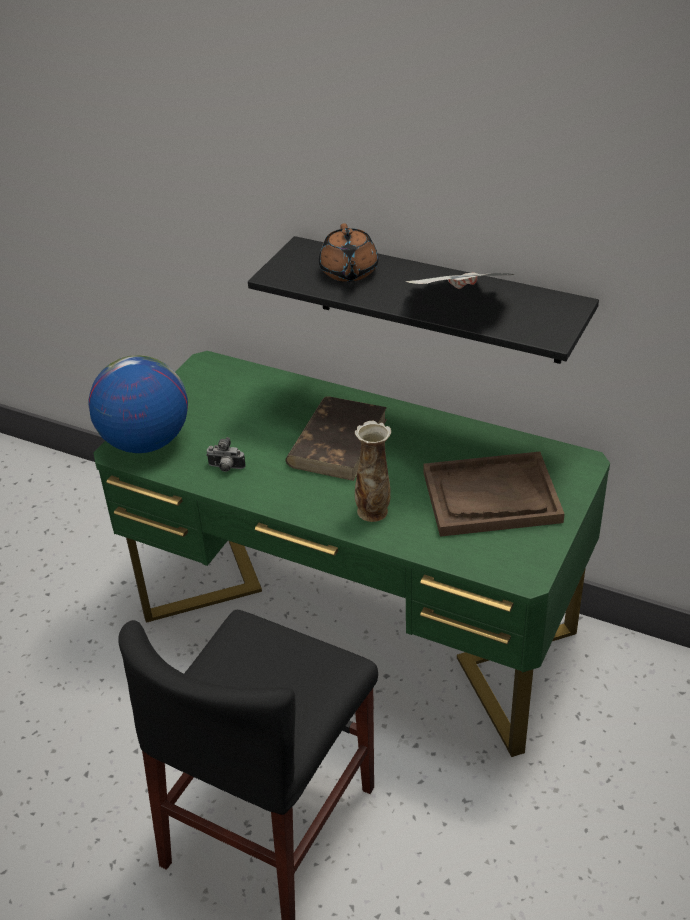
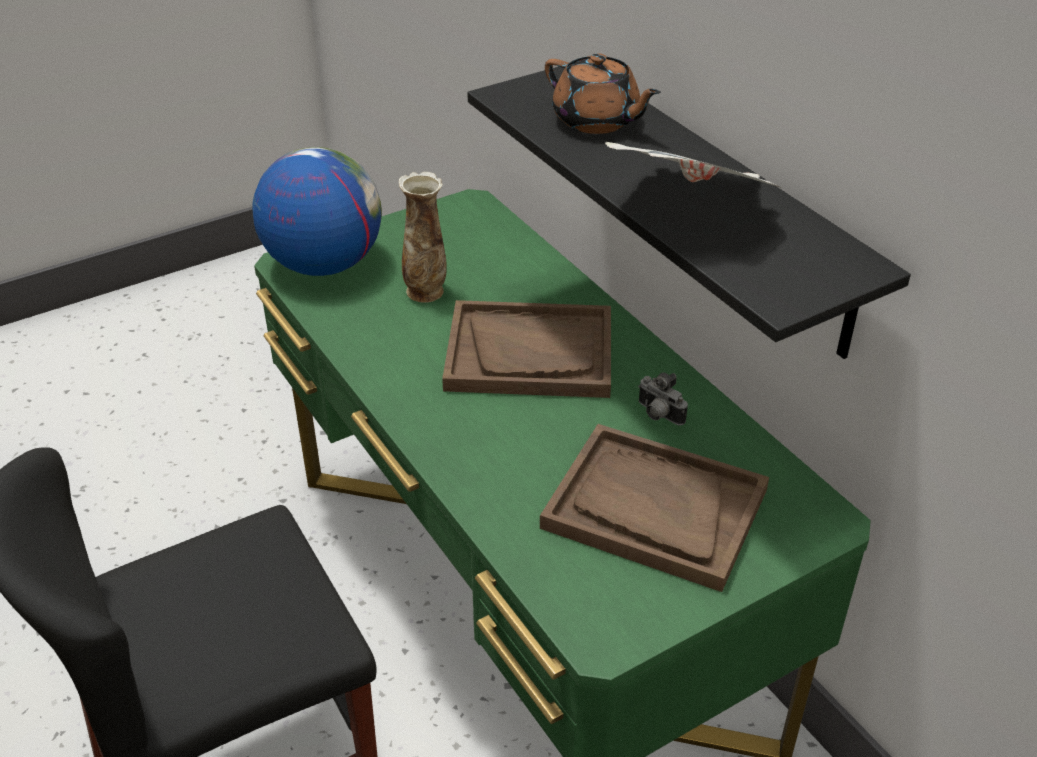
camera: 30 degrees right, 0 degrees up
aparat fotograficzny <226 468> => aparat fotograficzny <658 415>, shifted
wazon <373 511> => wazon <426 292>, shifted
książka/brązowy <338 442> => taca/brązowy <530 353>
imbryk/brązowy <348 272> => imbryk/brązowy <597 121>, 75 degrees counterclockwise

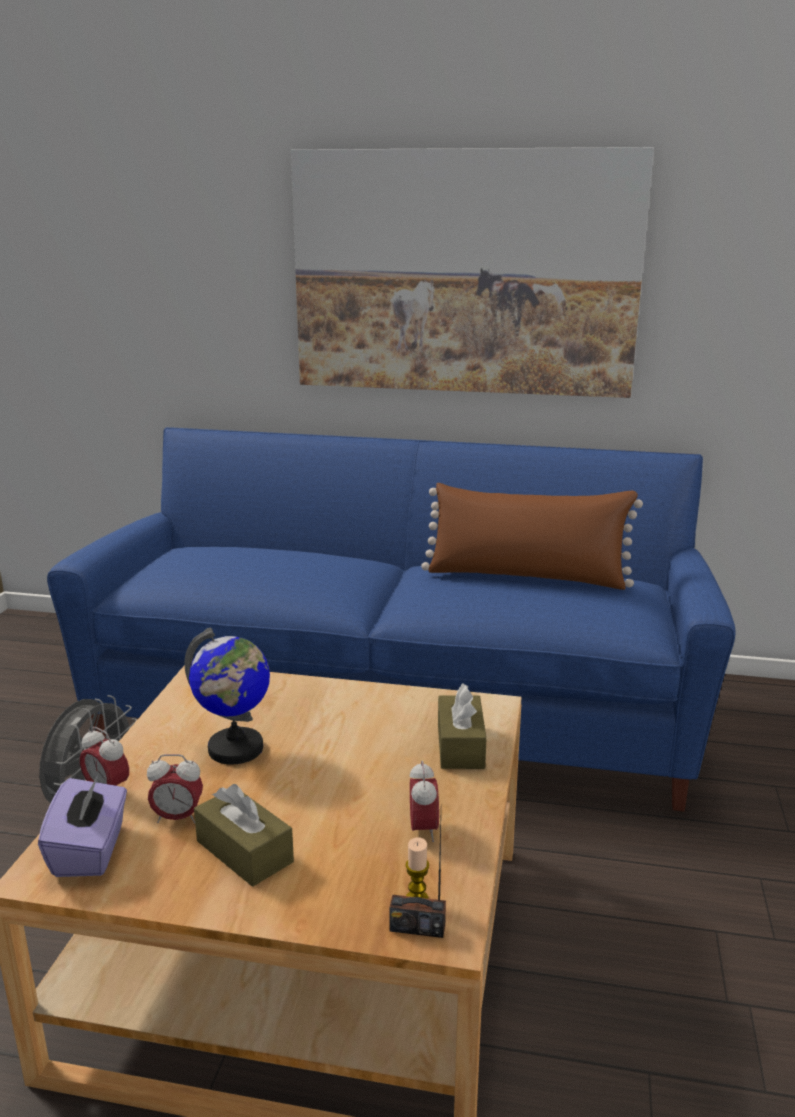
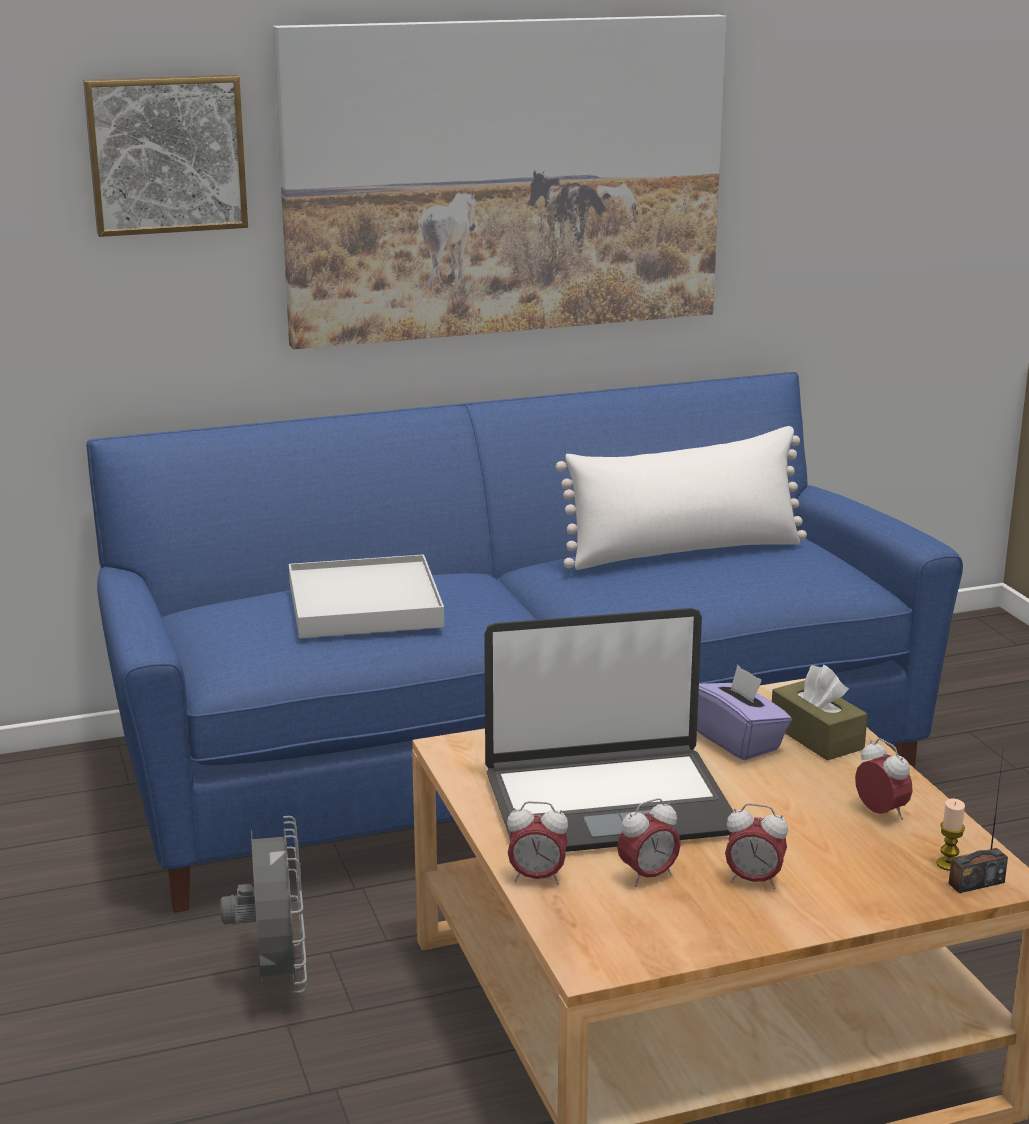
camera: 30 degrees left, 0 degrees up
nothing => obraz <166 154>
nothing => taca/biały <364 604>
pudełko chusteczek/fioletowy <90 851> => pudełko chusteczek/fioletowy <738 741>, shifted
globus <236 749> => laptop <608 803>
pudełko chusteczek/brązowy <244 851> => budzik <753 881>
poduszka/brązowy <526 576> => poduszka/biały <684 551>

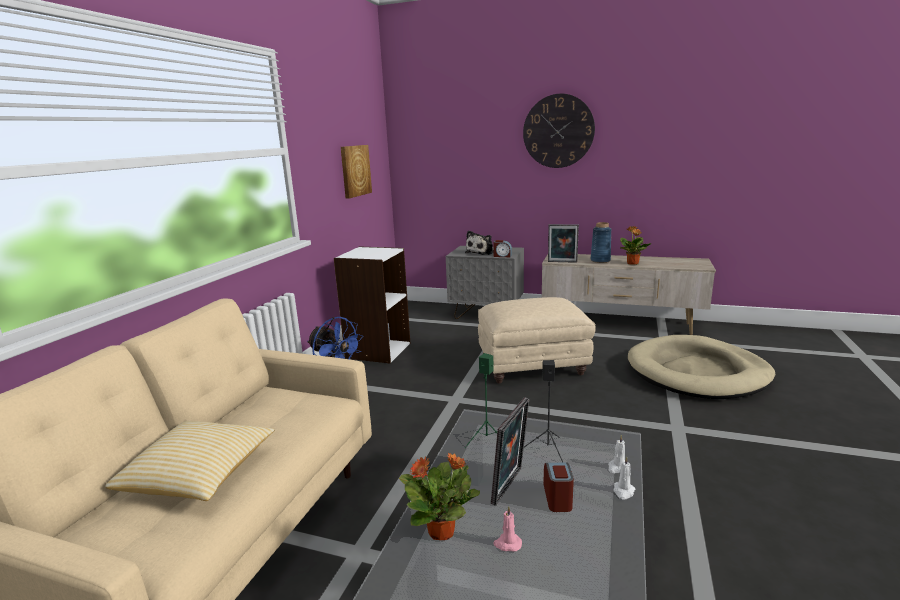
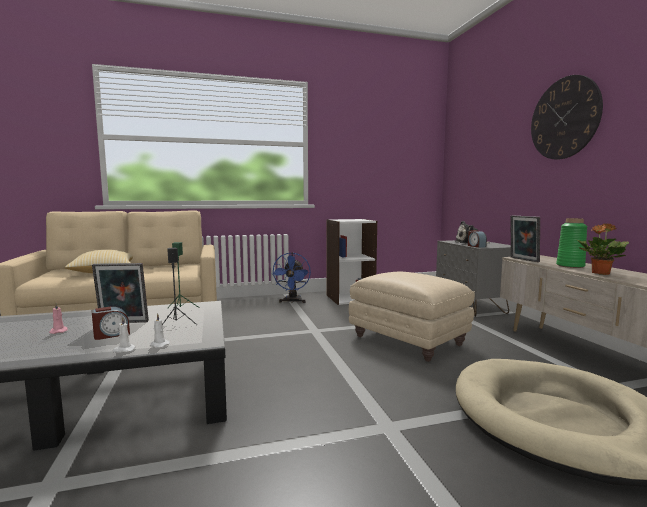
camera: 55 degrees right, 10 degrees down
obraz <355 171> => nothing
roślina doniczkowa <442 531> => nothing
wazon/niebieski <600 260> => wazon/zielony <570 266>

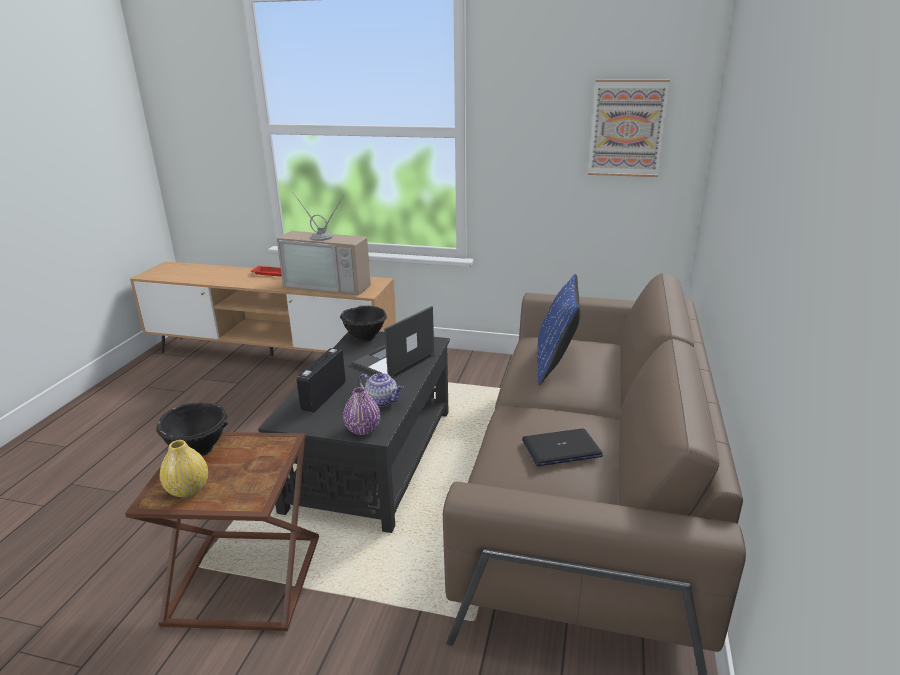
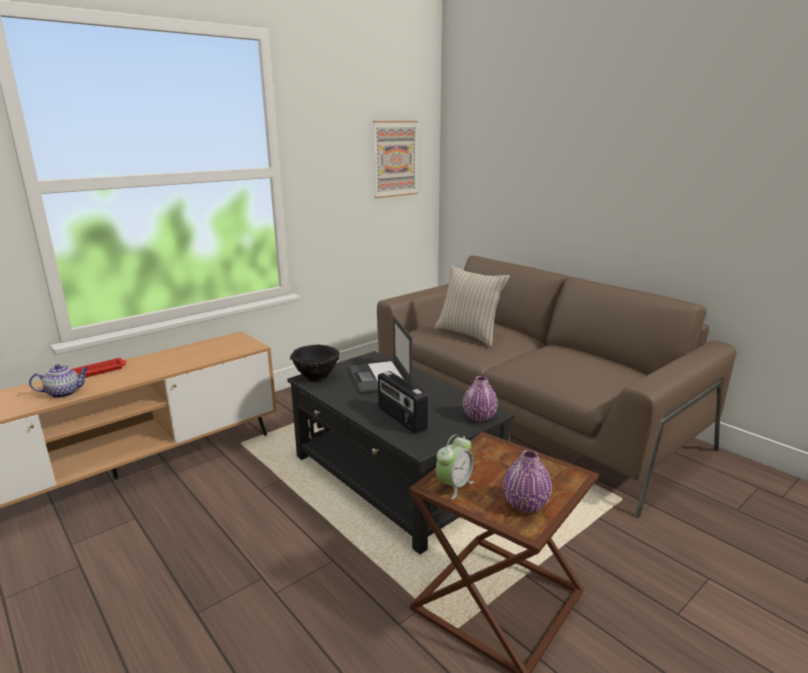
camera: 55 degrees left, 5 degrees down
telewizor <330 284> => nothing
laptop <561 448> => nothing
imbryk <382 401> => imbryk <64 393>, shifted
miska/czarny <199 448> => budzik <454 486>
wazon/żółty <188 489> => wazon/fioletowy <525 504>
poduszka/niebieski <555 363> => poduszka/beżowy <469 334>

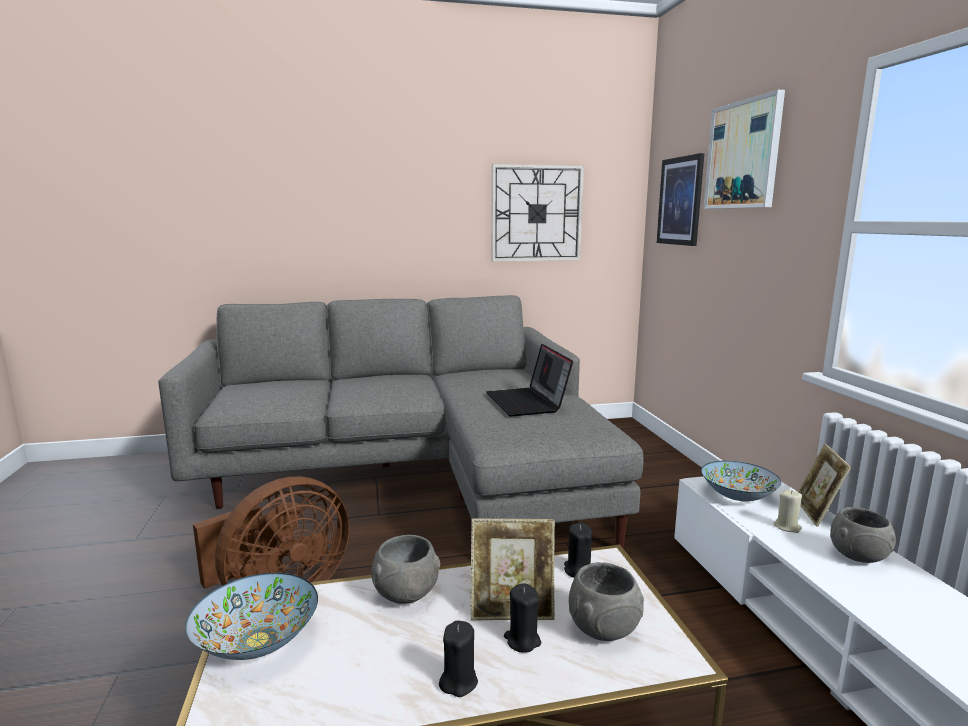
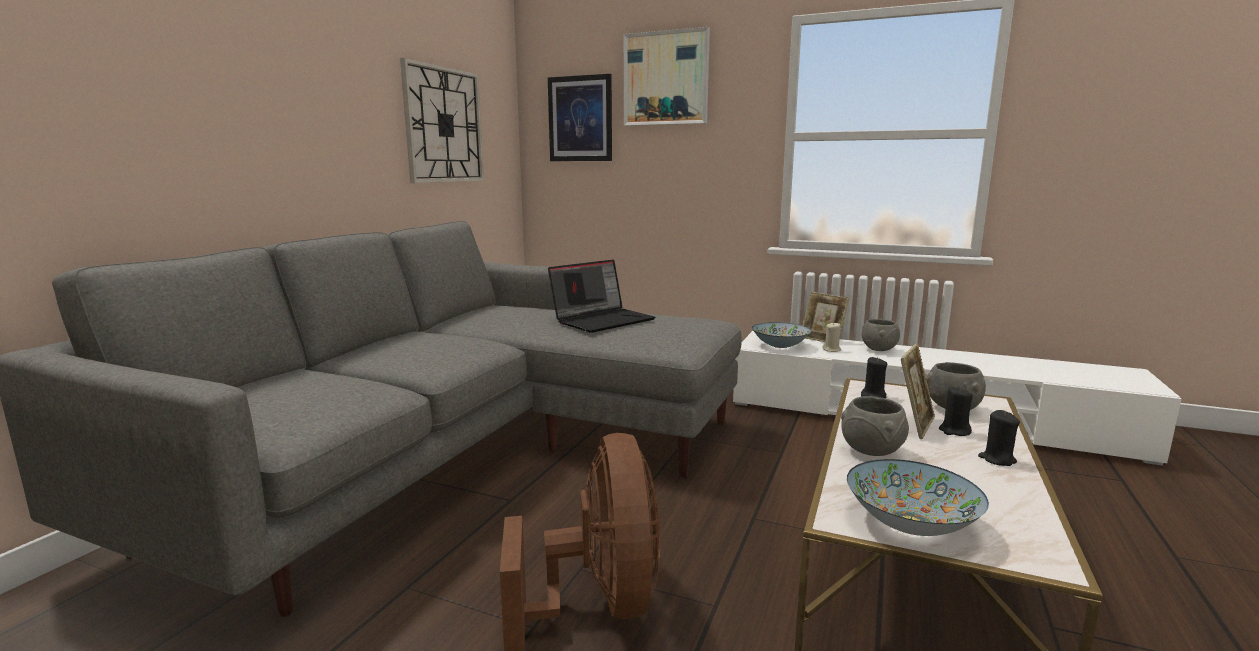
camera: 55 degrees left, 0 degrees up
laptop <528 403> => laptop <603 320>, 60 degrees counterclockwise

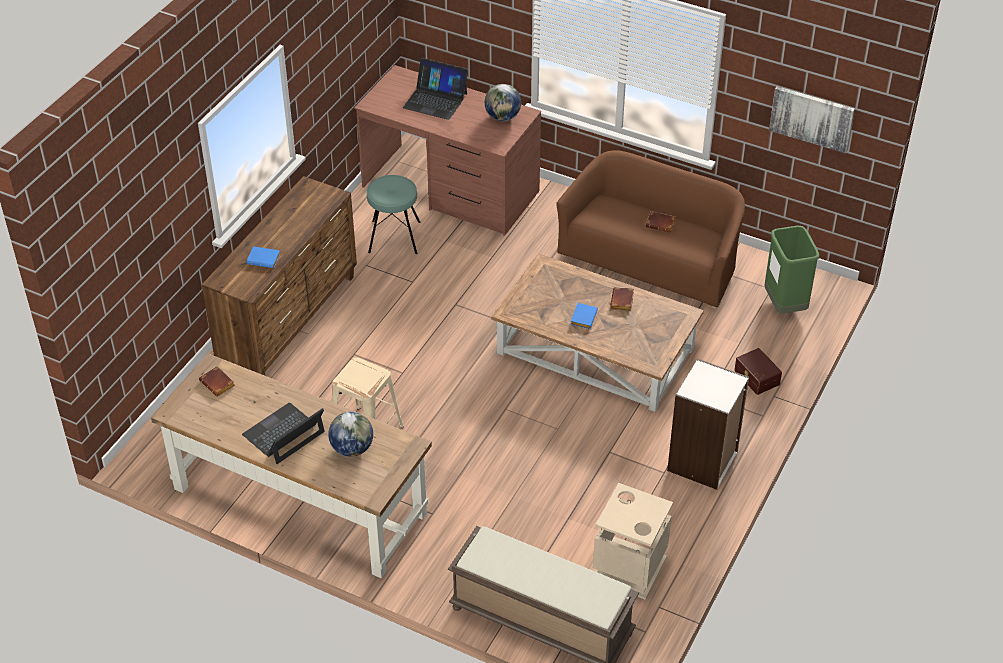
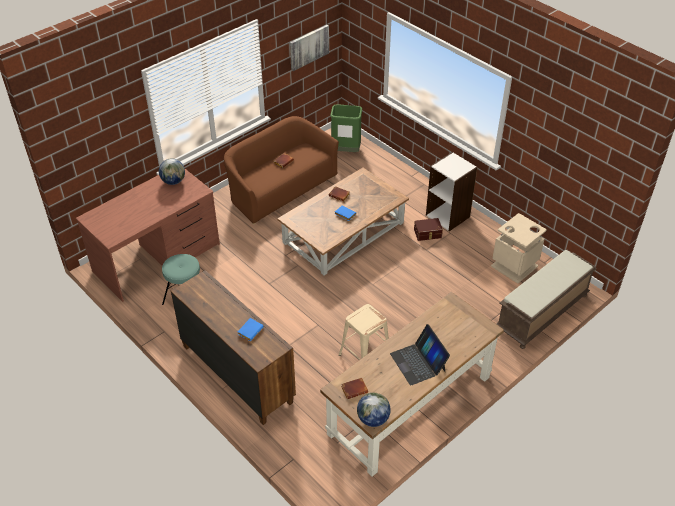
camera: 70 degrees left, 0 degrees up
laptop <435 100> => nothing
globus <352 448> => globus <373 419>, shifted
pojemnik do przechowywania/brązowy <756 378> => pojemnik do przechowywania/brązowy <428 233>, shifted

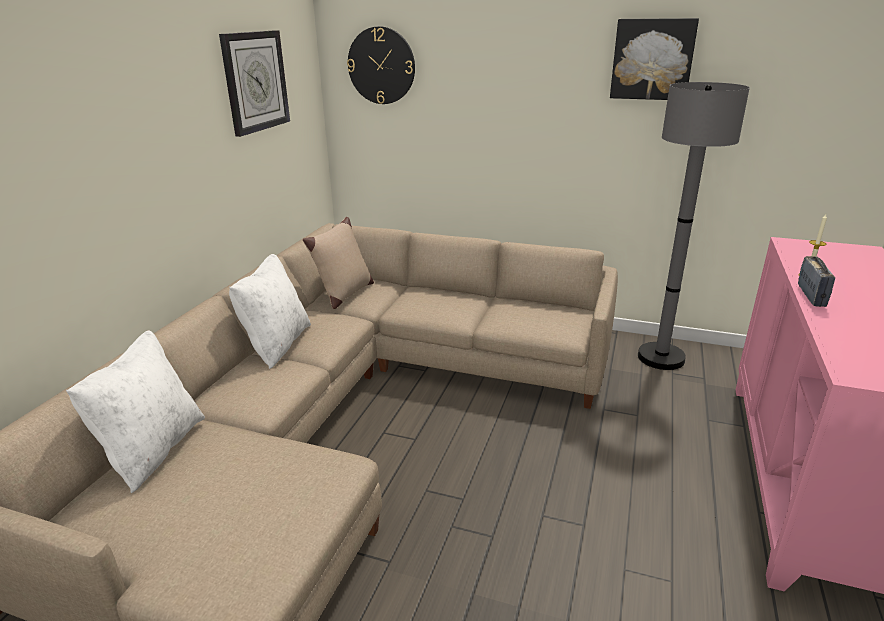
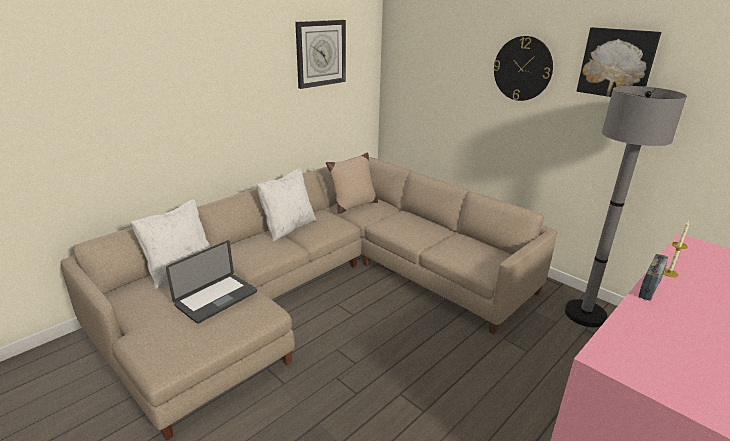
camera: 25 degrees right, 0 degrees up
nothing => laptop <216 299>
zegar ścienny <381 66> => zegar ścienny <522 68>, shifted

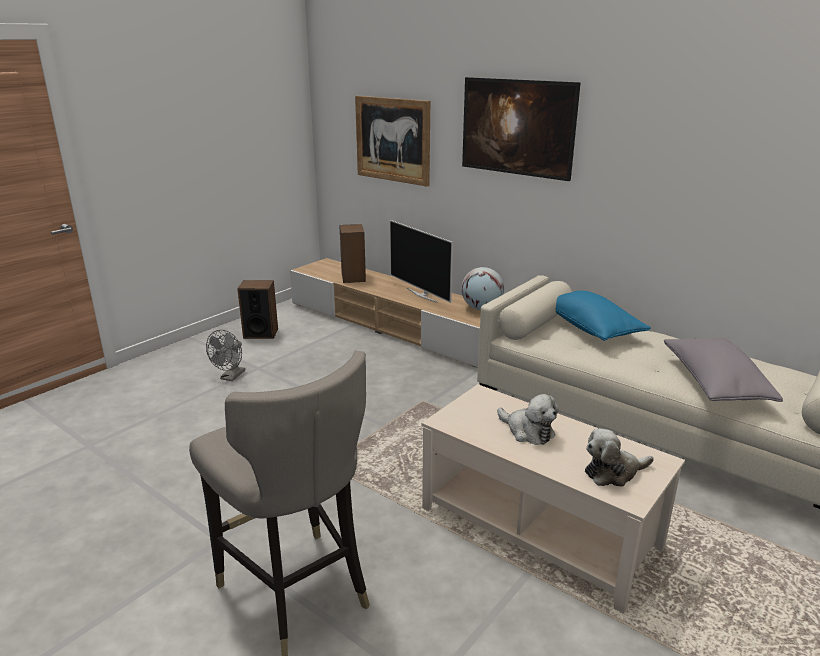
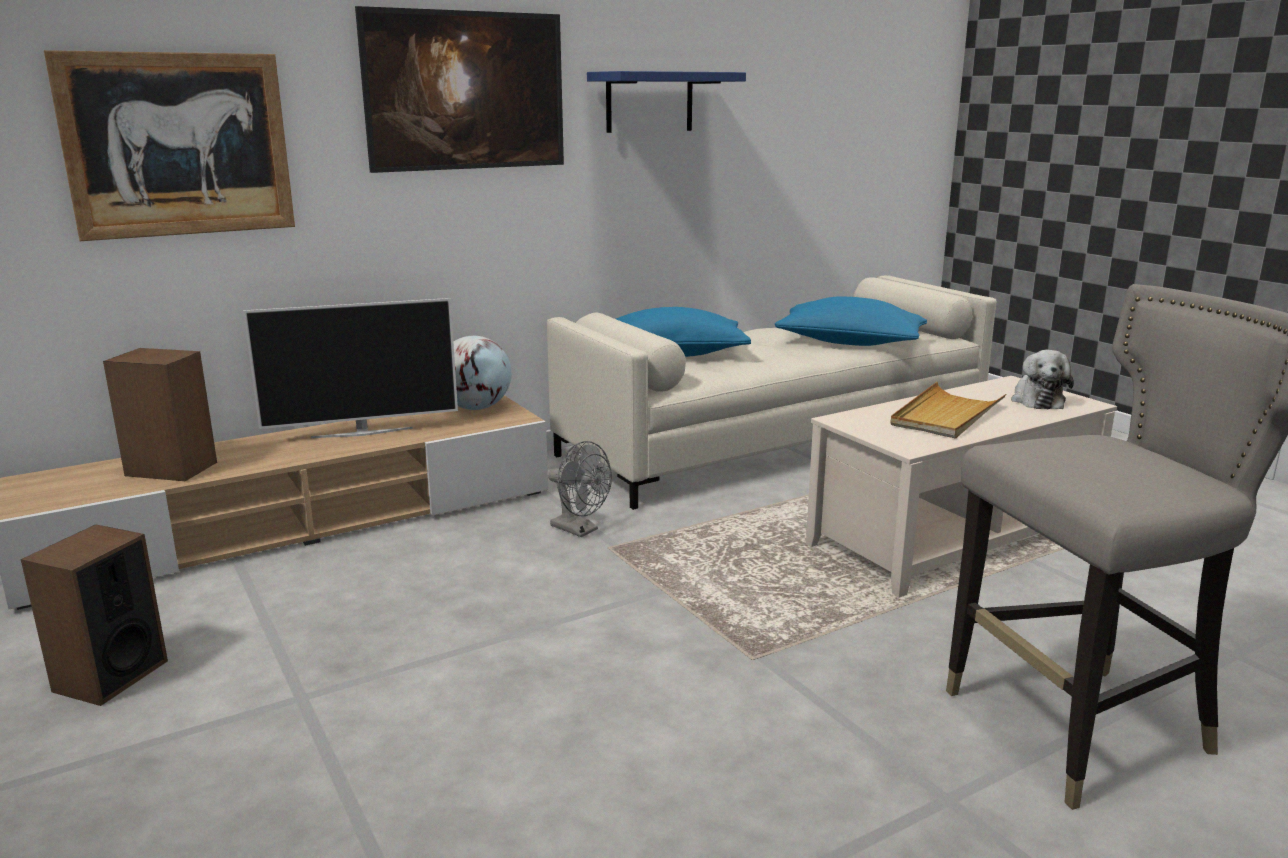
camera: 70 degrees left, 5 degrees down
nothing => półka/niebieski <649 102>
wentylator/szary <231 377> => wentylator/szary <580 530>, shifted
pluszak <527 431> => taca/beżowy <946 415>
poduszka/szary <714 384> => poduszka/niebieski <849 343>

